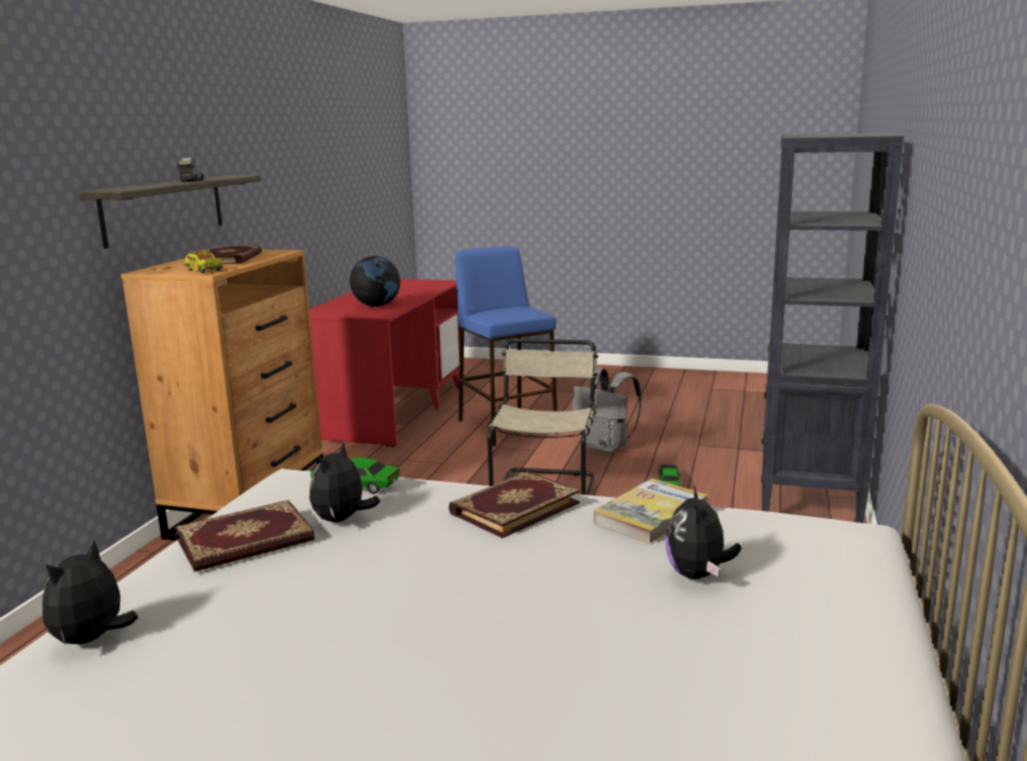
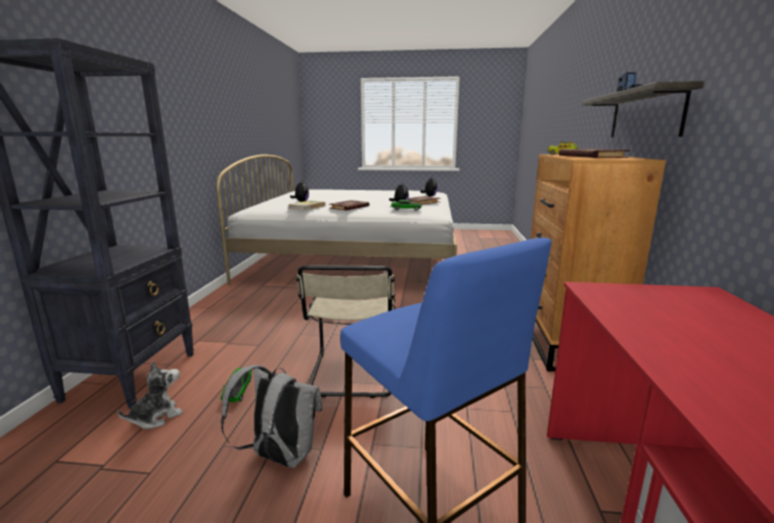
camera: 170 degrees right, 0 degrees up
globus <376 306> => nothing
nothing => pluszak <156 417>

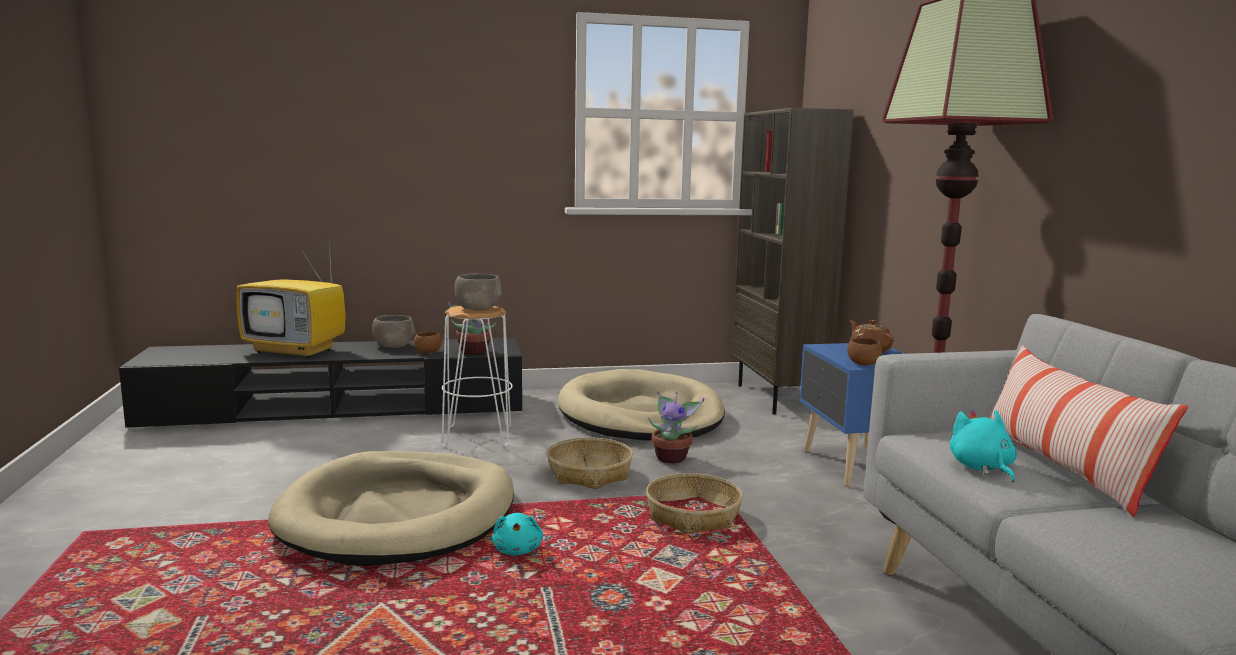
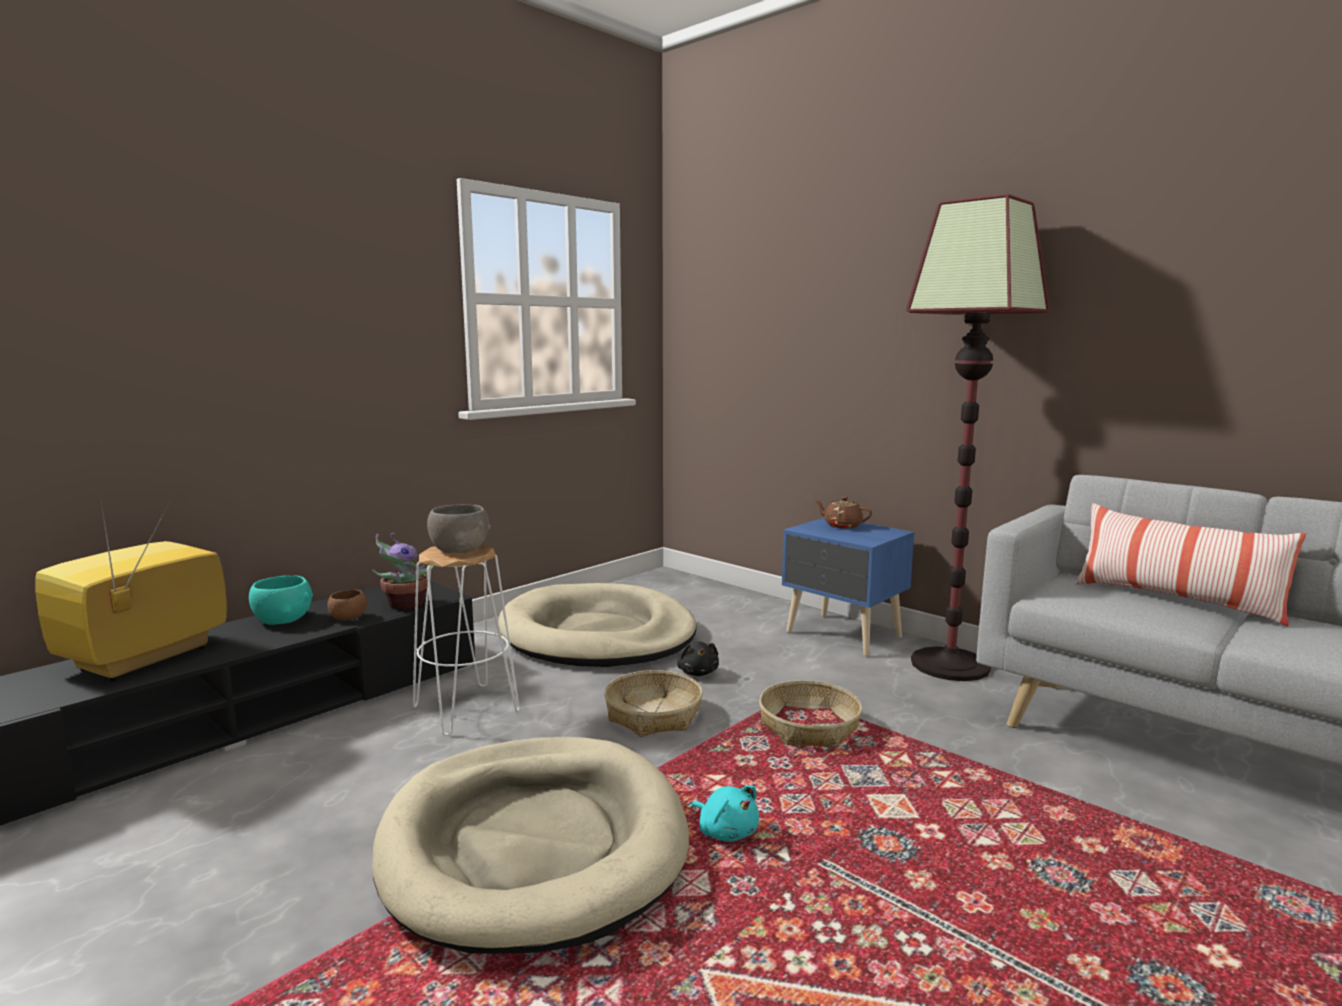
camera: 35 degrees left, 0 degrees up
regał/brązowy <779 398> => nothing
miska/brązowy <863 364> => nothing
pluszak/turkusowy <982 468> => nothing
roślina doniczkowa <672 458> => pluszak/czarny <698 672>
miska/szary <394 346> => miska/turkusowy <284 619>
telewizor <297 351> => telewizor <143 660>, 135 degrees clockwise

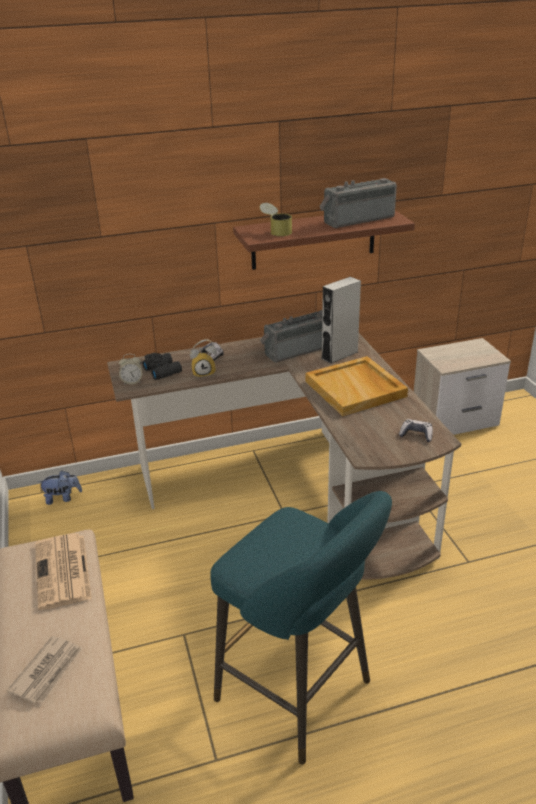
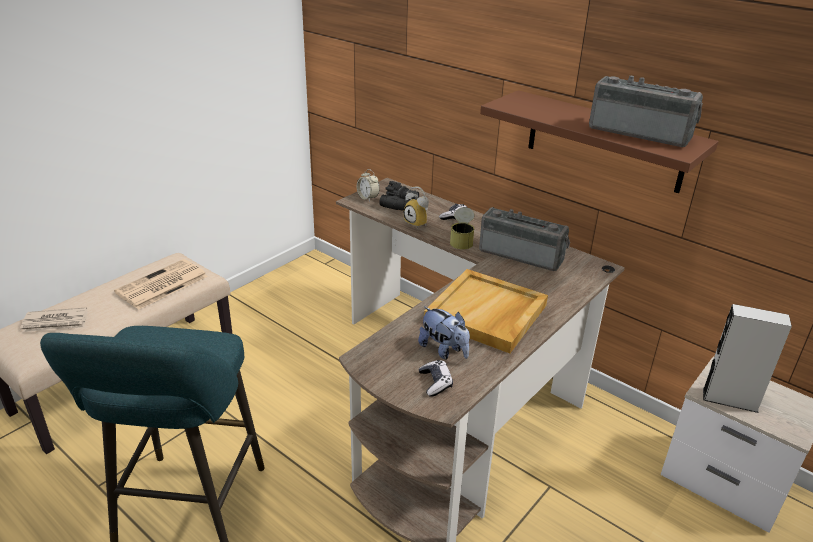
camera: 55 degrees right, 0 degrees up
pluszak <62 498> => pluszak <444 350>, shifted
puszka <276 231> => puszka <462 240>, shifted
głośnik/szary <339 355> => głośnik/szary <729 399>, shifted

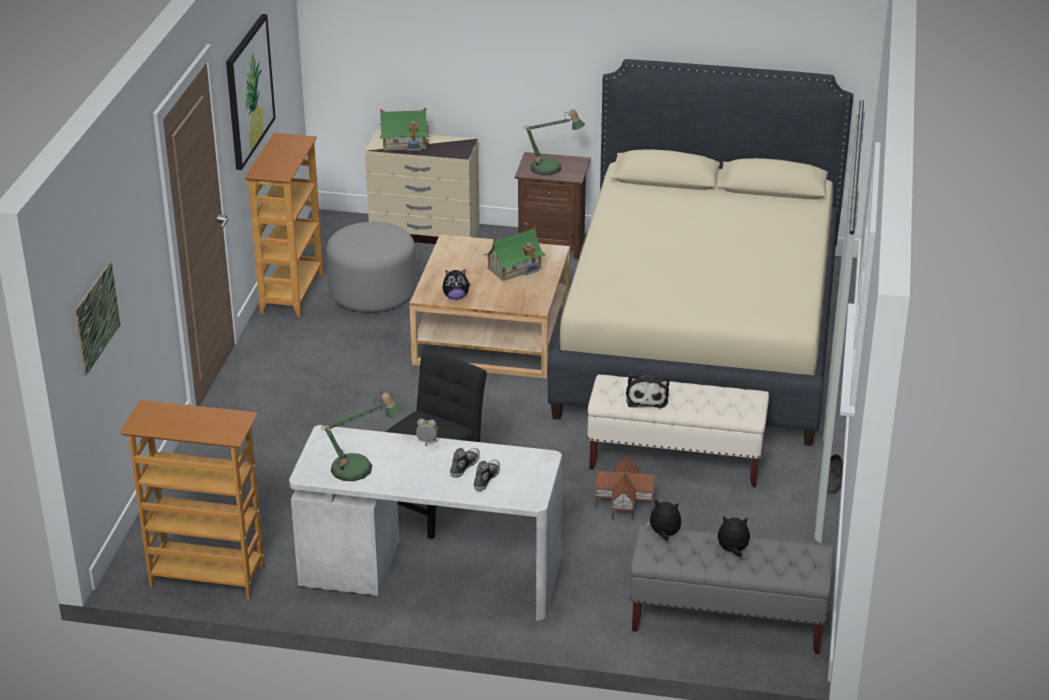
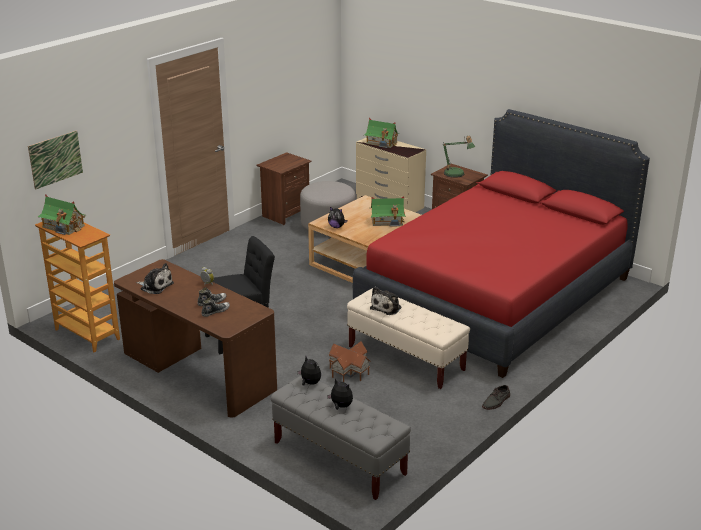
camera: 30 degrees right, 5 degrees down
obraz <249 91> => nothing
nothing => domek <64 226>
regał <291 293> => szafka nocna/brązowy <285 214>
lampa stołowa <359 469> => pluszak <155 286>
biurko/biały <430 575> => biurko/brązowy <198 372>
łóżko/beżowy <700 333> => łóżko/czerwony <497 295>

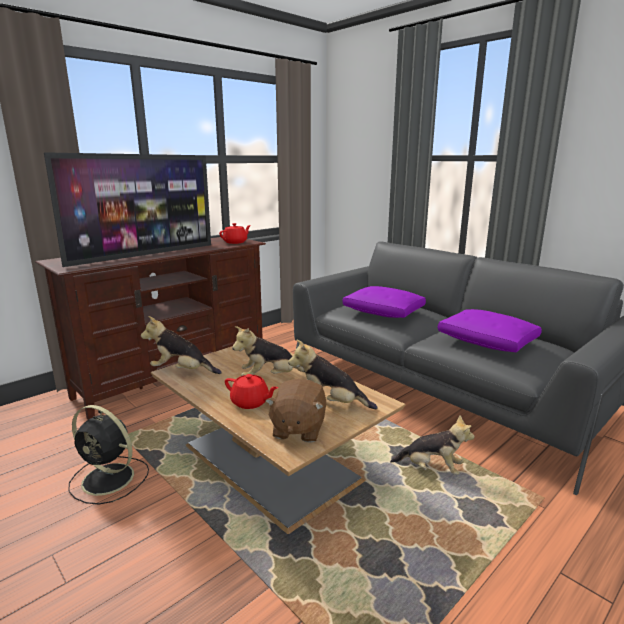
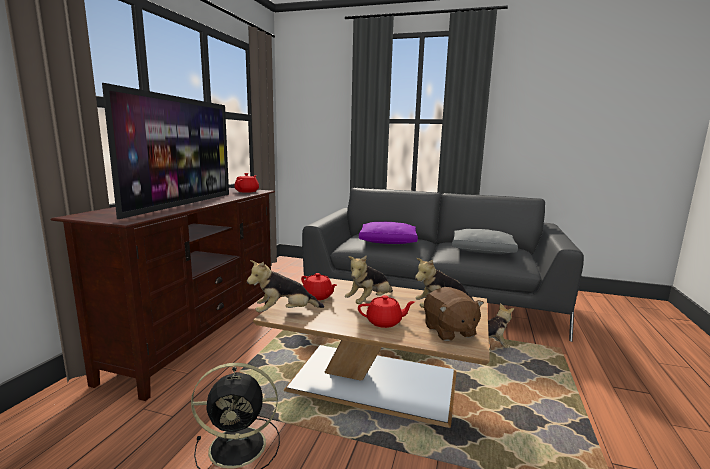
camera: 30 degrees left, 5 degrees down
nothing => imbryk/czerwony <318 296>
poduszka/fioletowy <487 342> => poduszka/szary <483 250>

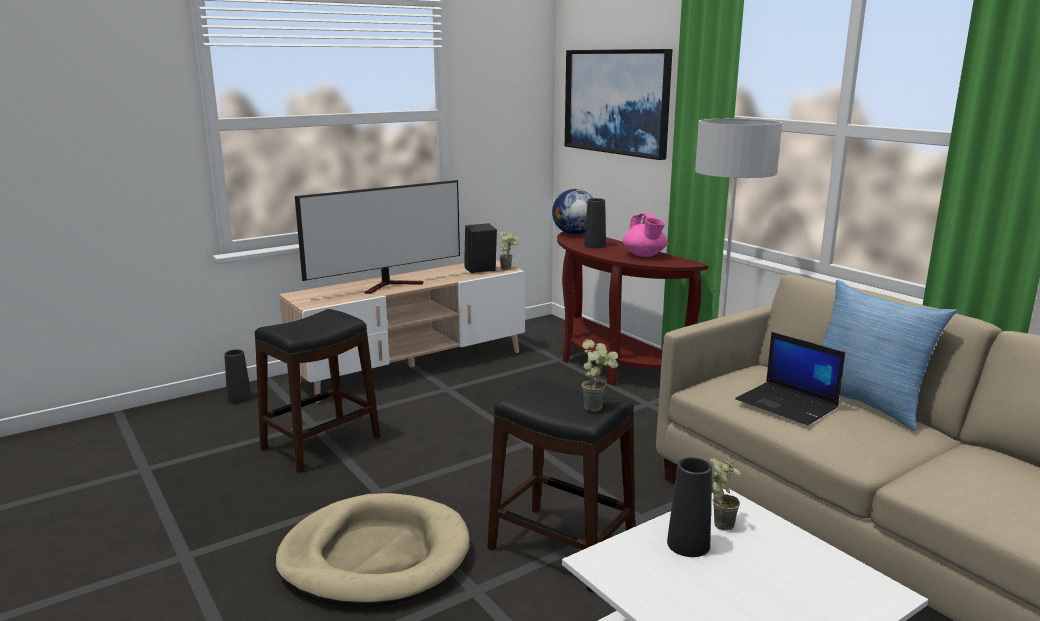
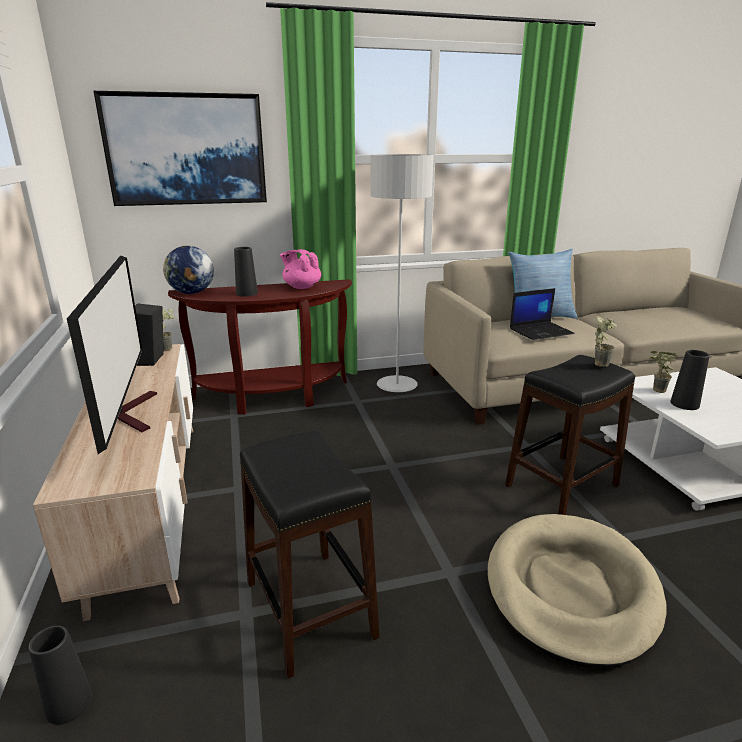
camera: 70 degrees left, 5 degrees up
imbryk/różowy <644 255> => imbryk/różowy <301 287>, 150 degrees counterclockwise

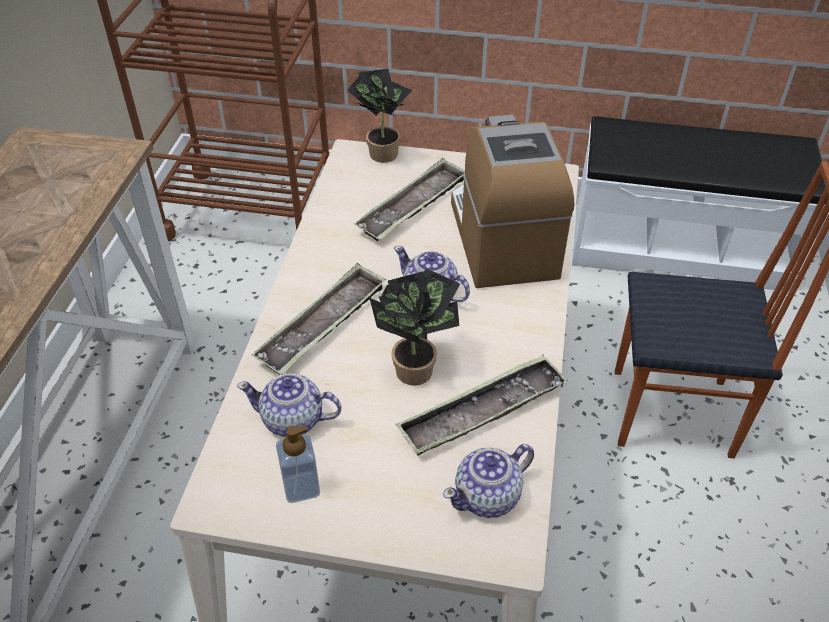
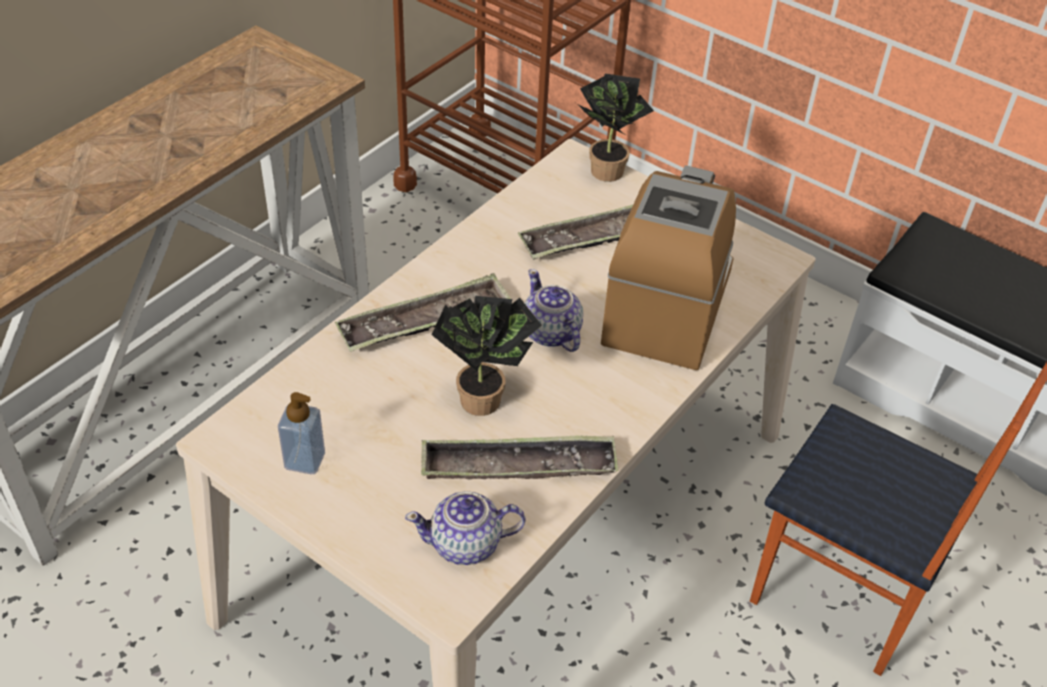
camera: 25 degrees right, 0 degrees up
imbryk <293 420> => nothing

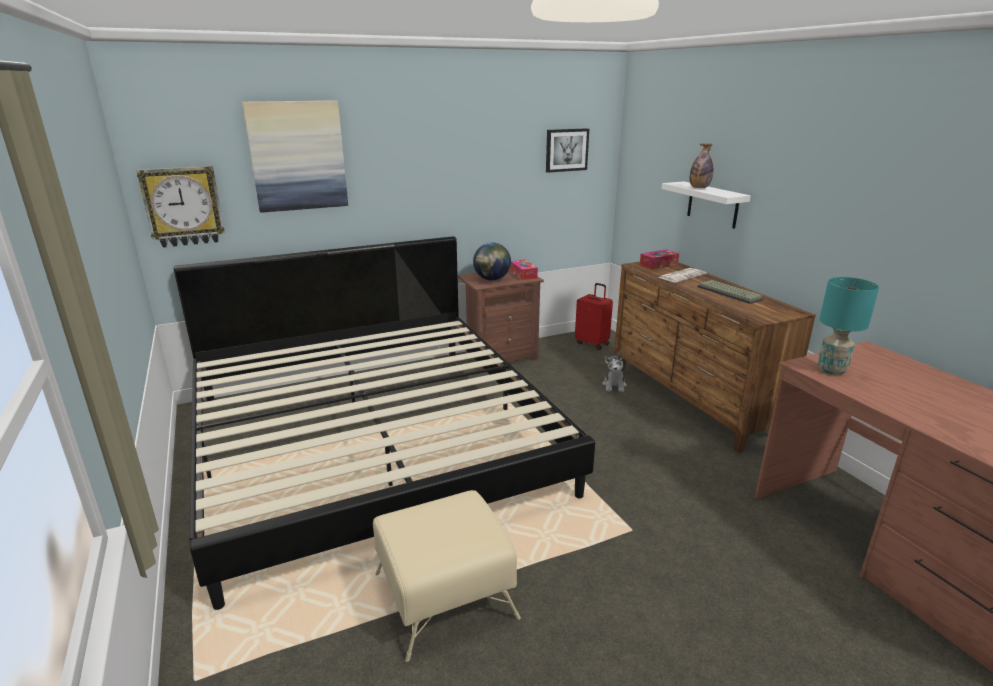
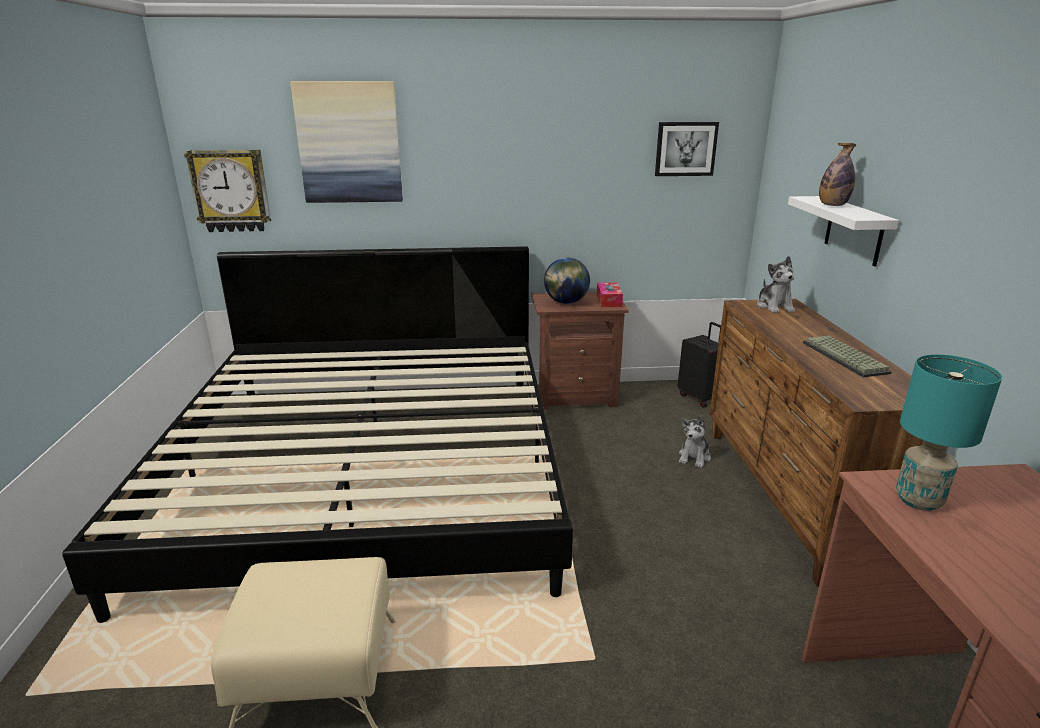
camera: 20 degrees right, 0 degrees up
gazeta <682 276> => nothing
pudełko chusteczek <658 264> => pluszak <774 307>
walizka/czerwony <592 343> => walizka/czarny <700 398>

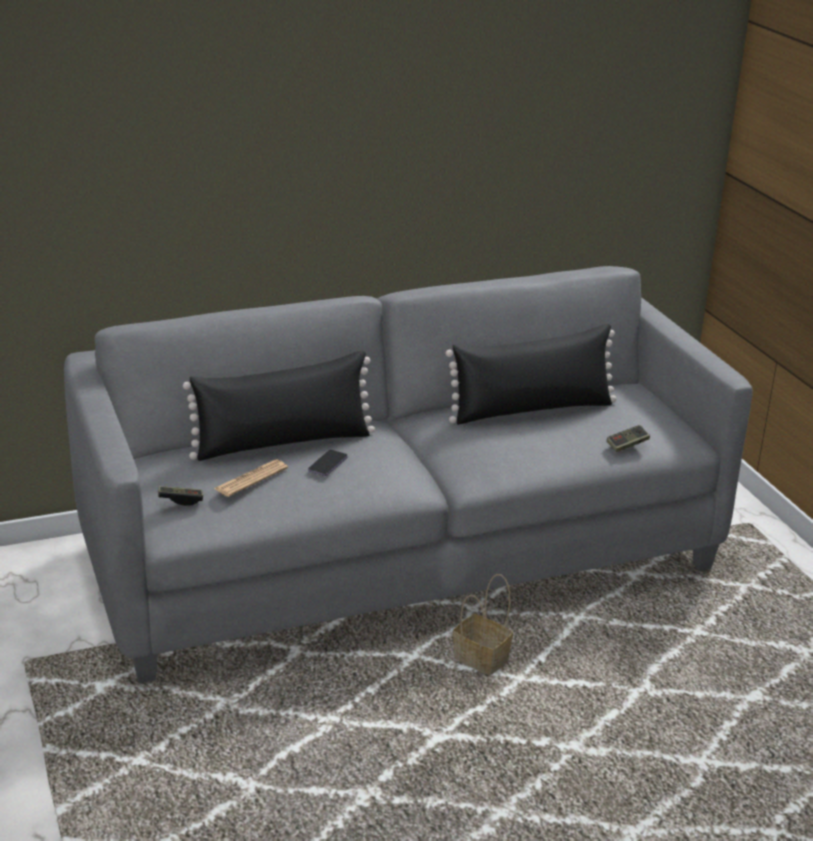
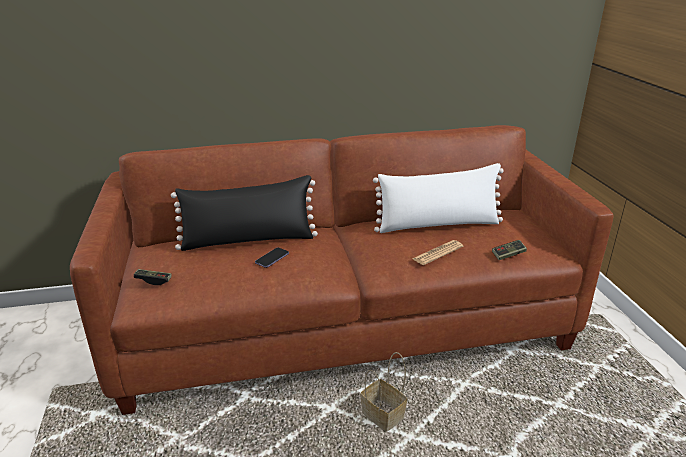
camera: 10 degrees right, 0 degrees up
gazeta <251 479> => gazeta <437 253>, shifted
kanapa/szary <402 556> => kanapa/brązowy <344 323>
poduszka/czarny <532 410> => poduszka/biały <438 225>

